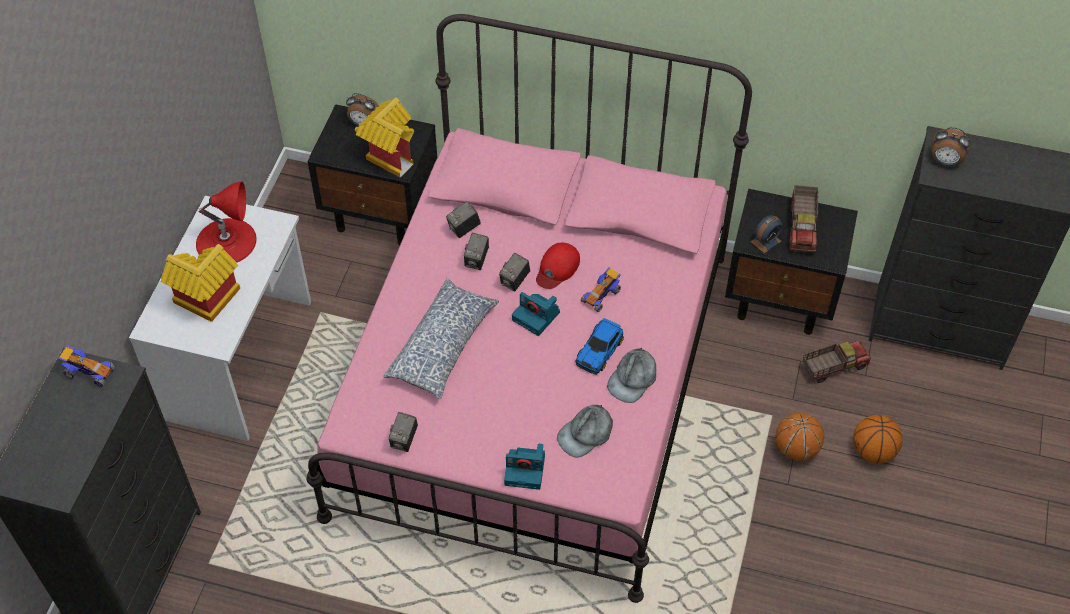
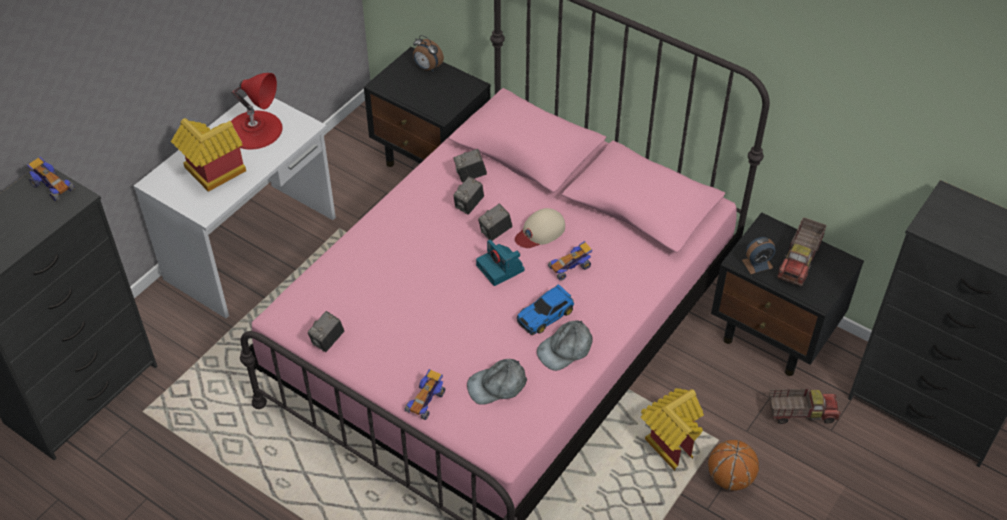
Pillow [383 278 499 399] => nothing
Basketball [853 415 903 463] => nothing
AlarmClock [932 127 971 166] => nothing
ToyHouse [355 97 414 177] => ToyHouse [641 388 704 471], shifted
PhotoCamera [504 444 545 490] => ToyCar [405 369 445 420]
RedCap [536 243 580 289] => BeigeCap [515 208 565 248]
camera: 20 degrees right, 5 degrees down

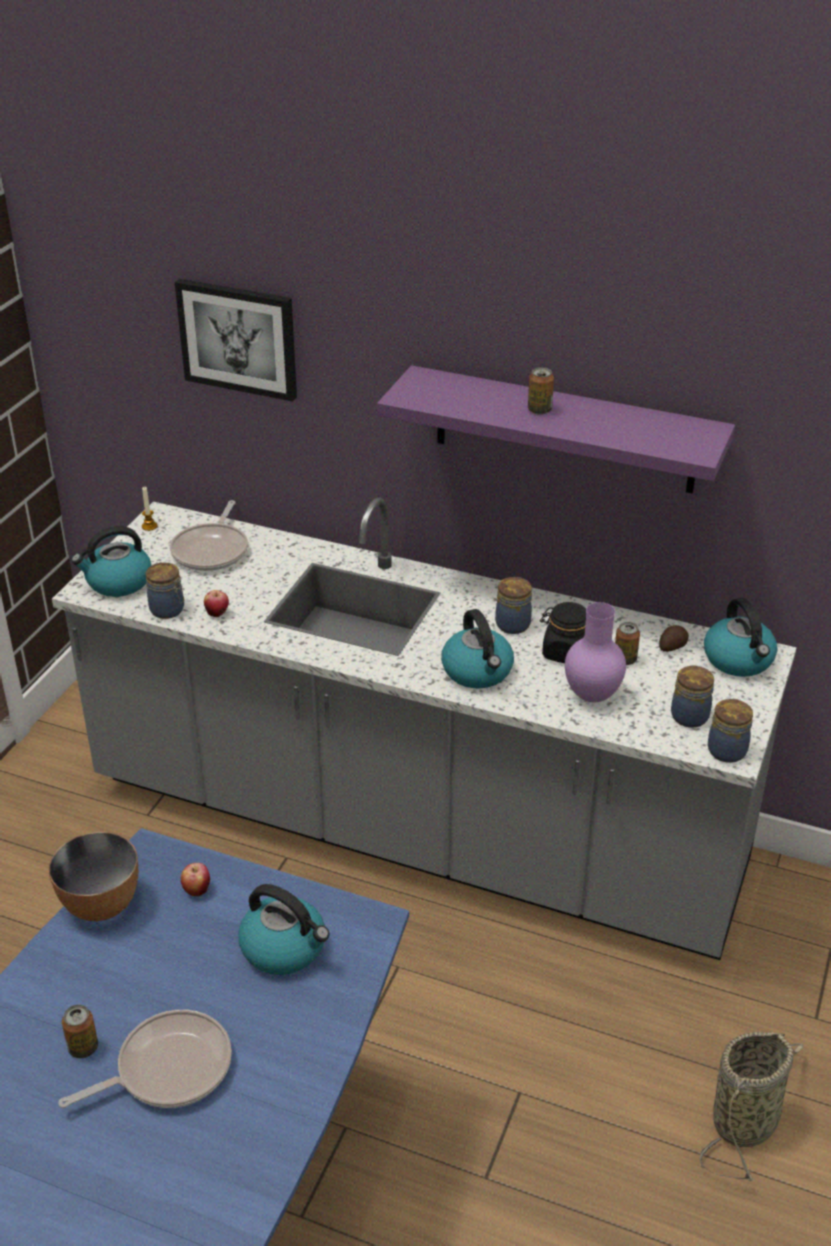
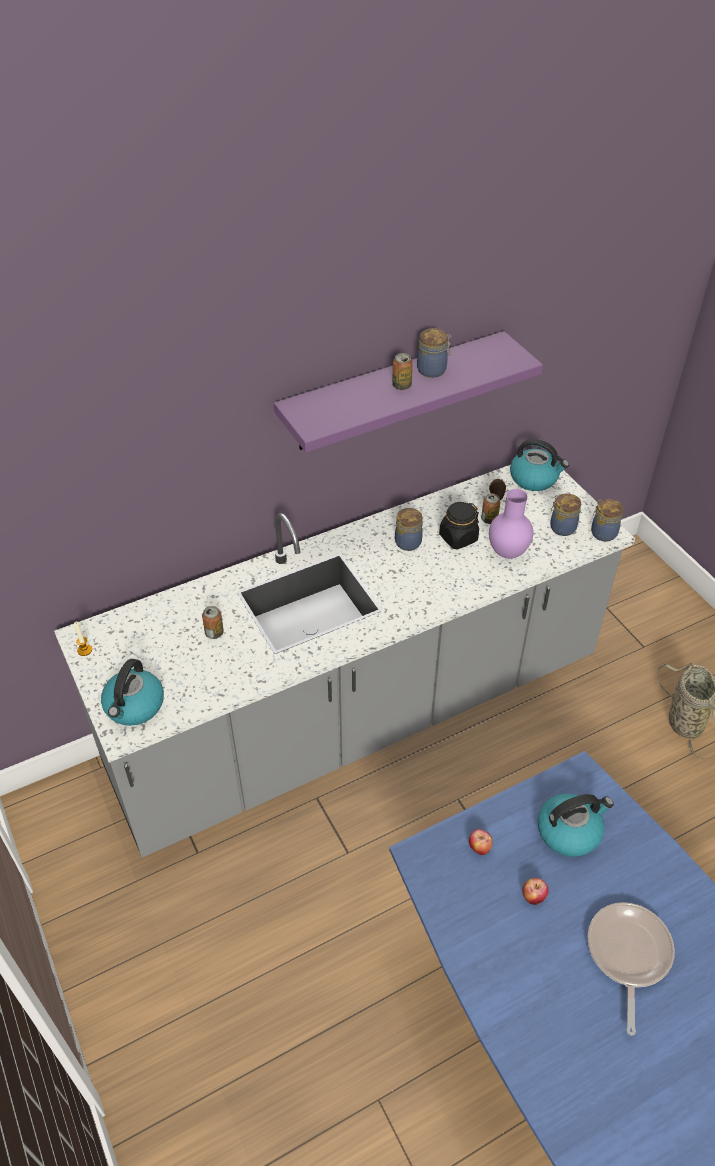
Bowl [49 832 138 921] => nothing
FryingPan [170 500 248 571] => nothing
Picture [175 279 297 402] => nothing
Kettle [441 609 514 688] => nothing
Can [62 1005 98 1058] => Can [202 606 224 639], shifted
Jar [146 562 184 619] => Jar [417 328 451 378], shifted
Apple [204 590 229 617] => Apple [522 878 548 905], shifted
camera: 50 degrees left, 10 degrees up

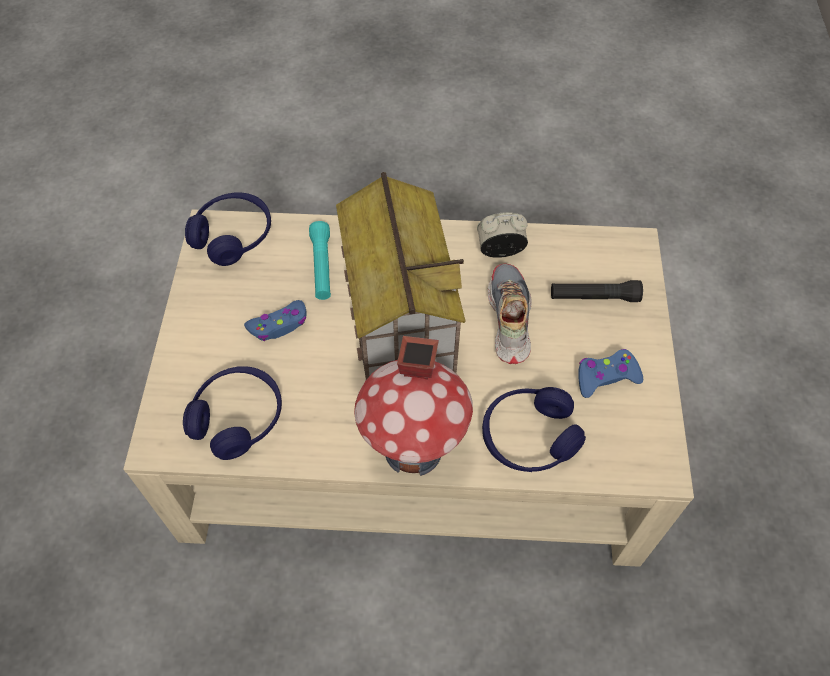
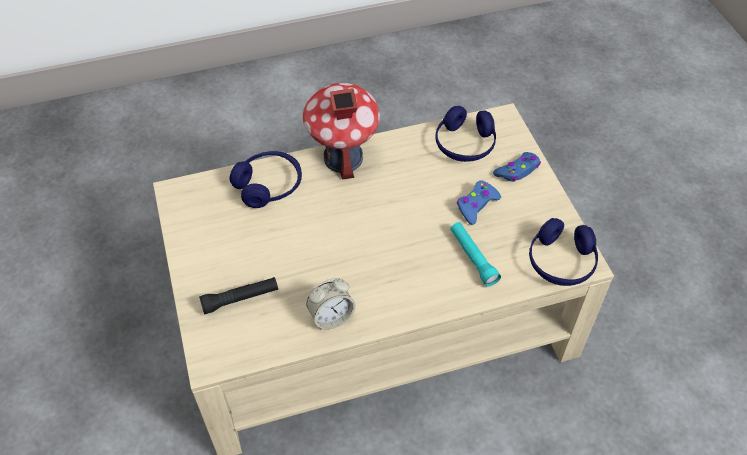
ToyHouse [336 172 466 380] => nothing
Shoe [488 264 532 364] => nothing
BlueGameController [578 349 643 398] => BlueGameController [493 152 541 182], shifted
camera: 160 degrees right, 5 degrees down

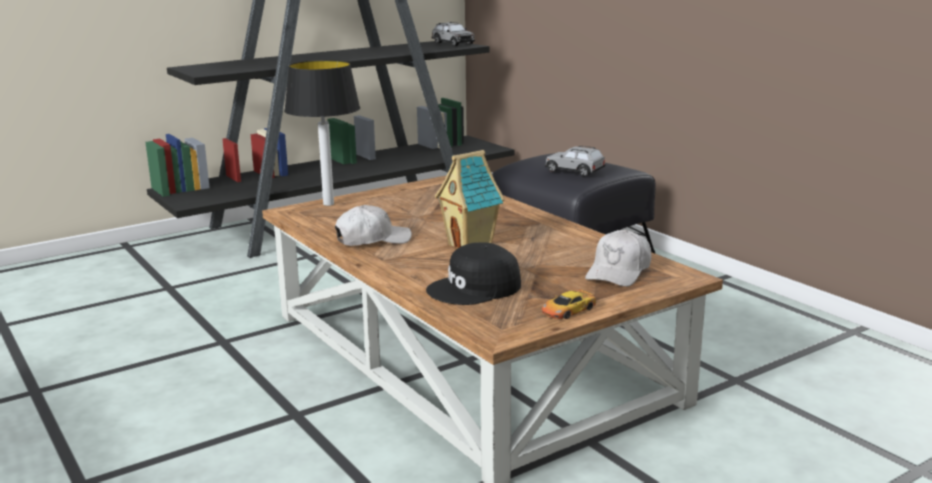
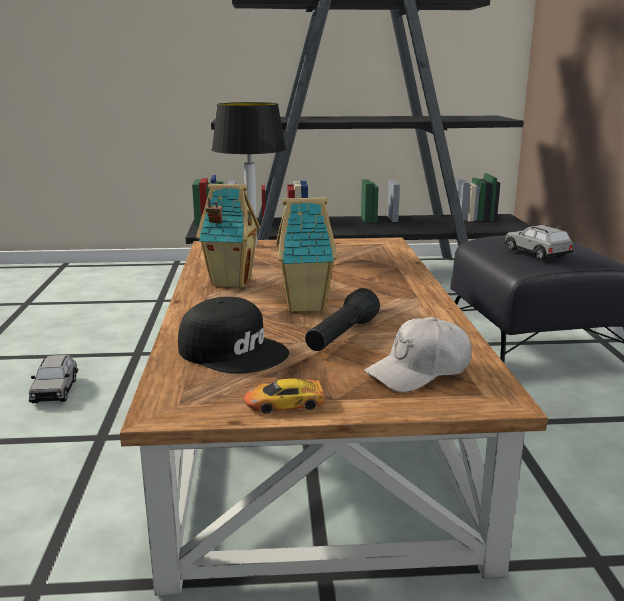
nothing => BlackFlashlight [305 288 380 351]
GreyToyCar [431 22 475 46] => GreyToyCar [29 355 78 403], shifted
WhiteCap [335 205 412 246] => ToyHouse [196 184 260 288]
BlackCap [426 242 521 305] => BlackCap [178 297 289 374], 150 degrees counterclockwise
camera: 30 degrees right, 0 degrees up

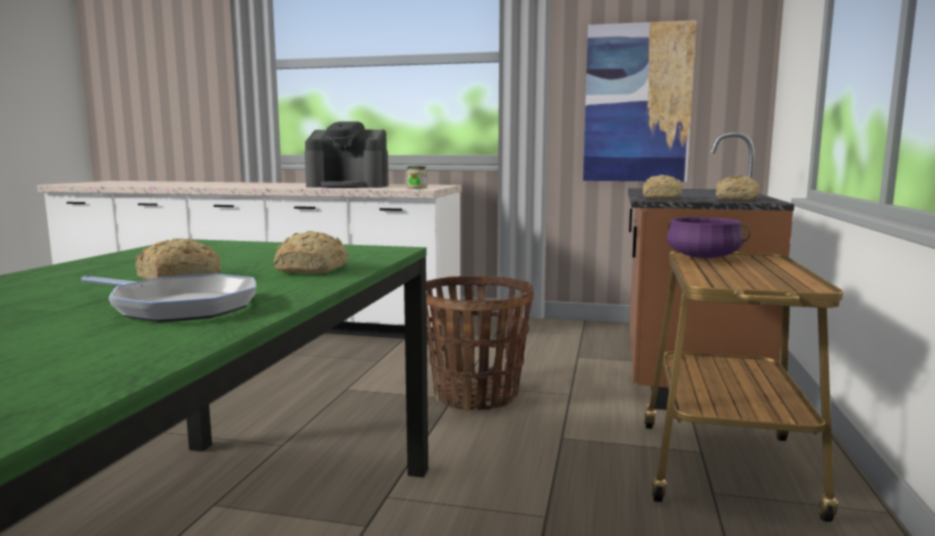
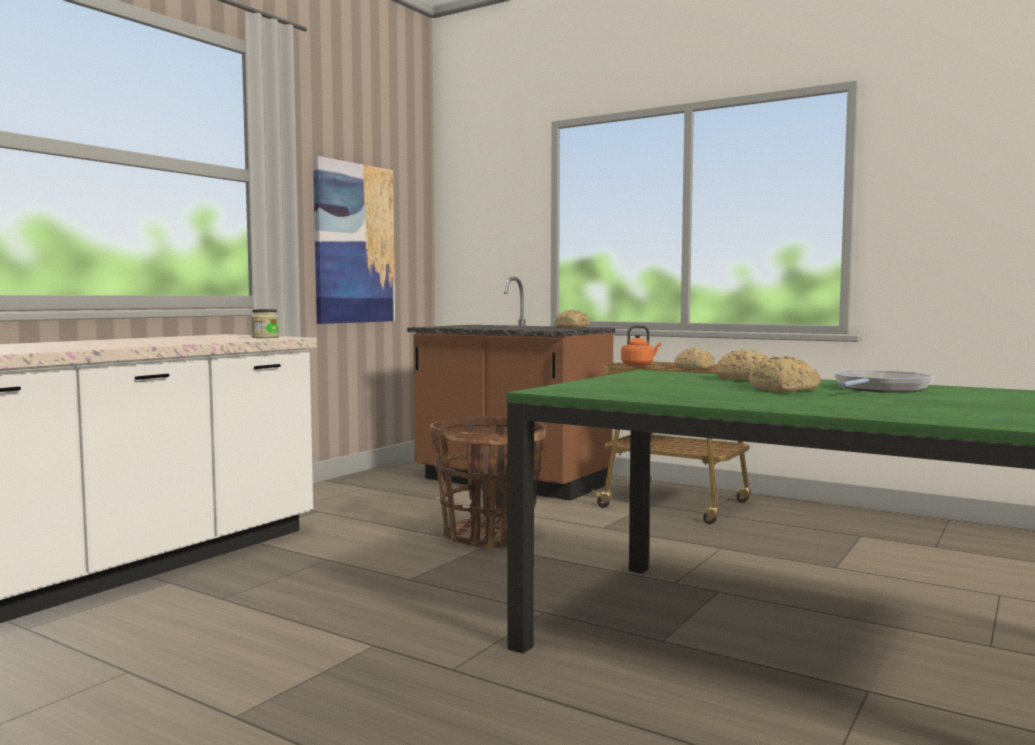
CoffeeMachine [305 121 389 188] => nothing
Bread [643 175 682 200] => Bread [675 348 715 369], shifted
PurpleCookingPot [667 217 750 258] => OrangeKettle [621 325 661 366]
camera: 70 degrees left, 5 degrees down

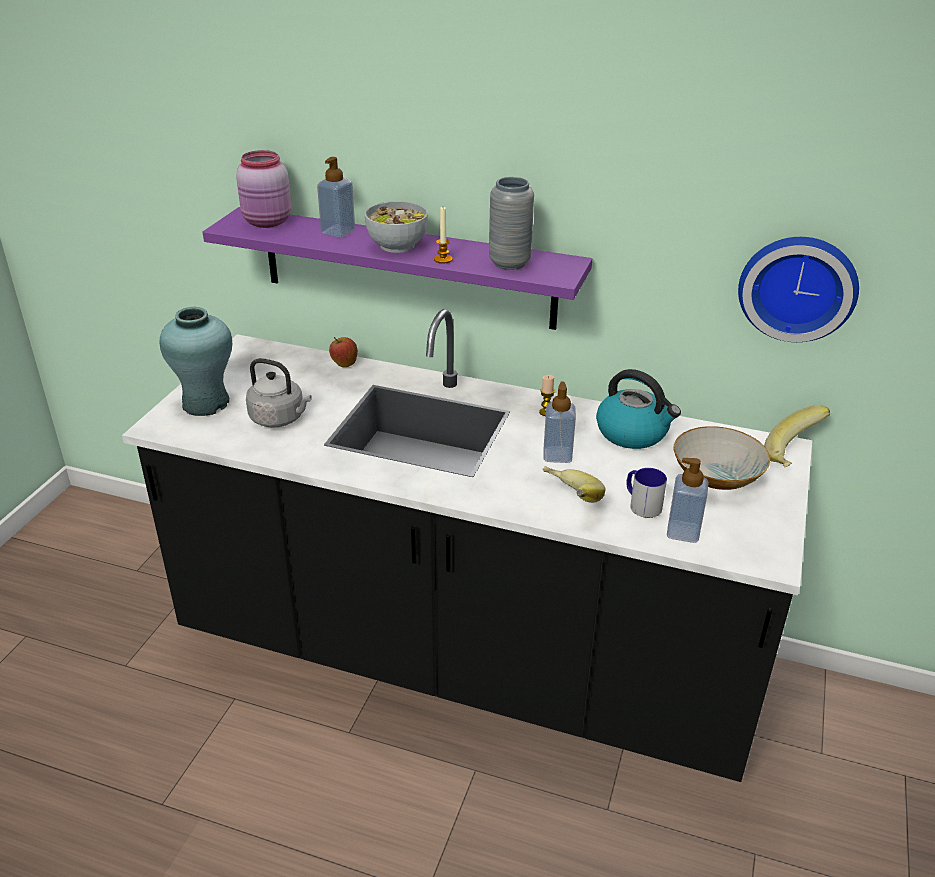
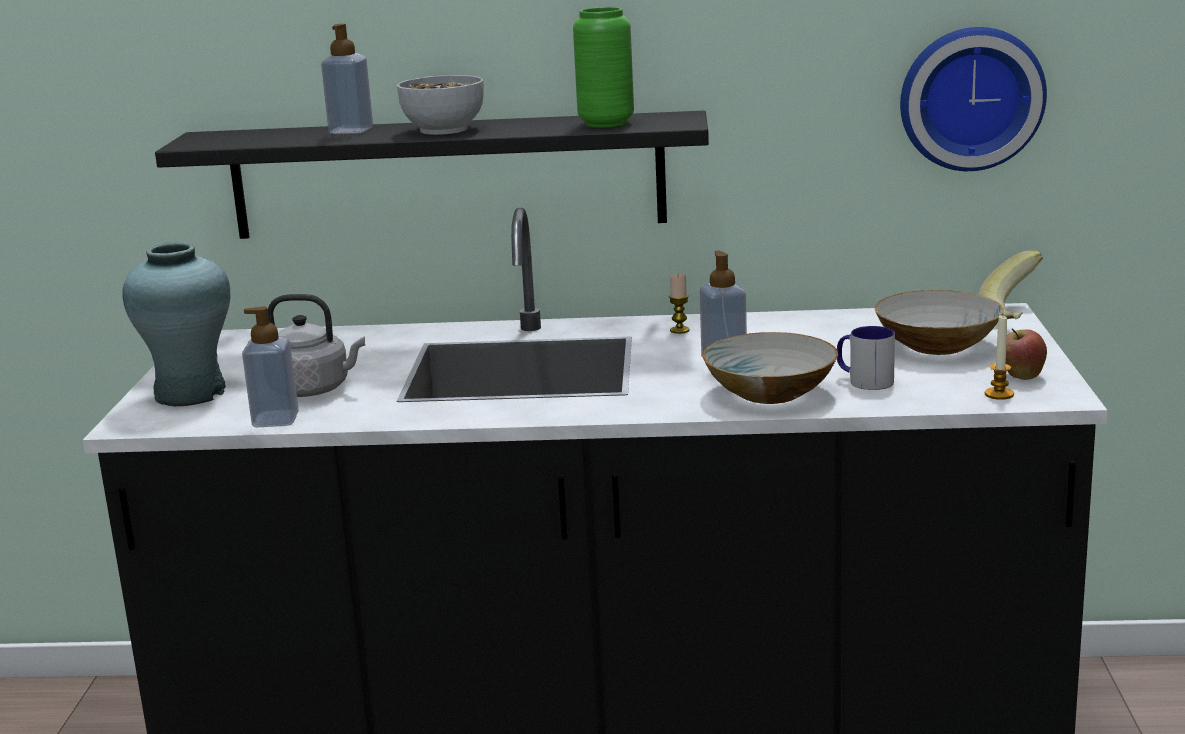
PinkJar [236 150 291 228] => nothing
Kettle [596 369 681 449] => nothing
Apple [329 337 358 367] => Apple [1006 328 1047 380], shifted
Candle [434 207 453 264] => Candle [985 315 1014 400], shifted
SoapDispenser [667 458 709 543] => SoapDispenser [242 307 299 427], shifted
Banana [543 466 605 503] => Bowl [702 332 838 404]
PurpleShelf [202 207 592 330] => BlackShelf [155 111 709 239]
GreyVase [489 177 534 270] => GreenVase [573 7 634 128]
camera: 15 degrees left, 15 degrees down

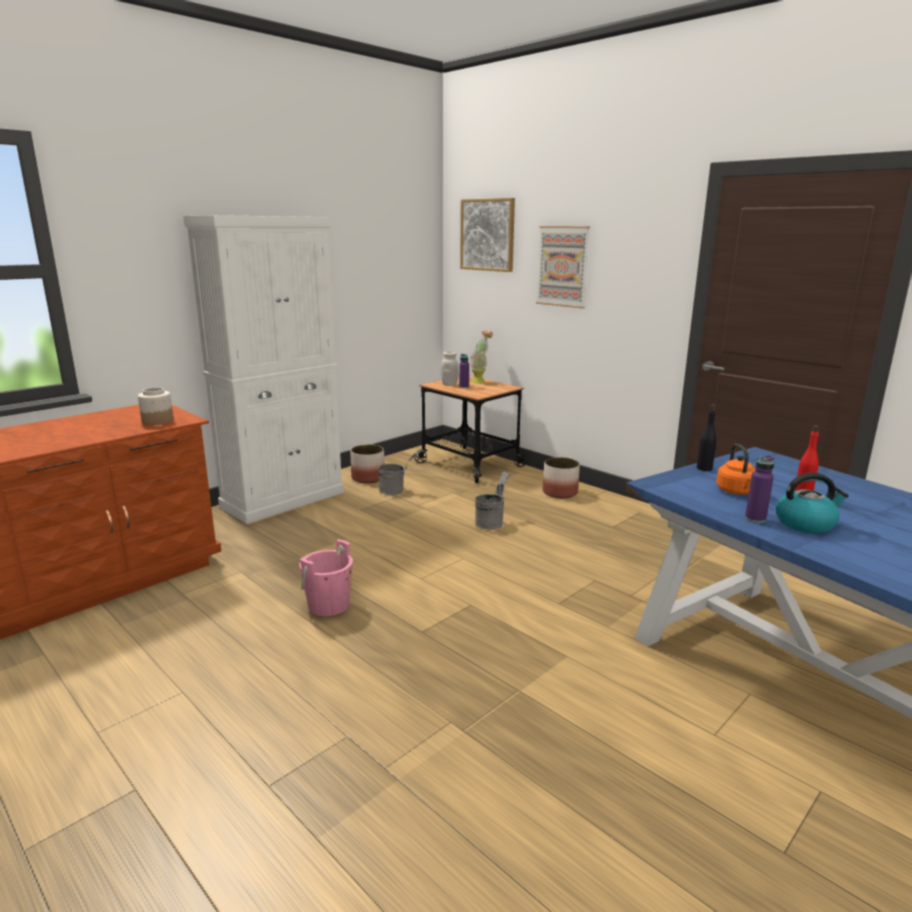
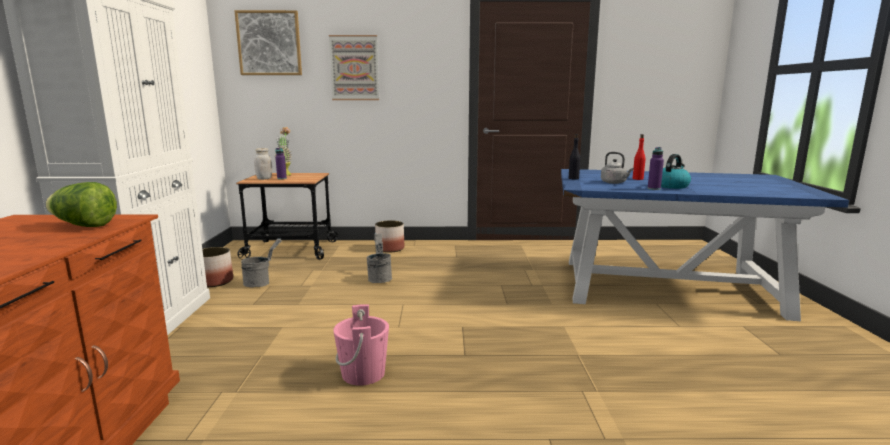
Jar [138 387 174 425] => Lettuce [46 182 117 227]
OrangeKettle [716 444 755 495] => GreyKettle [601 152 634 184]
camera: 45 degrees left, 5 degrees down

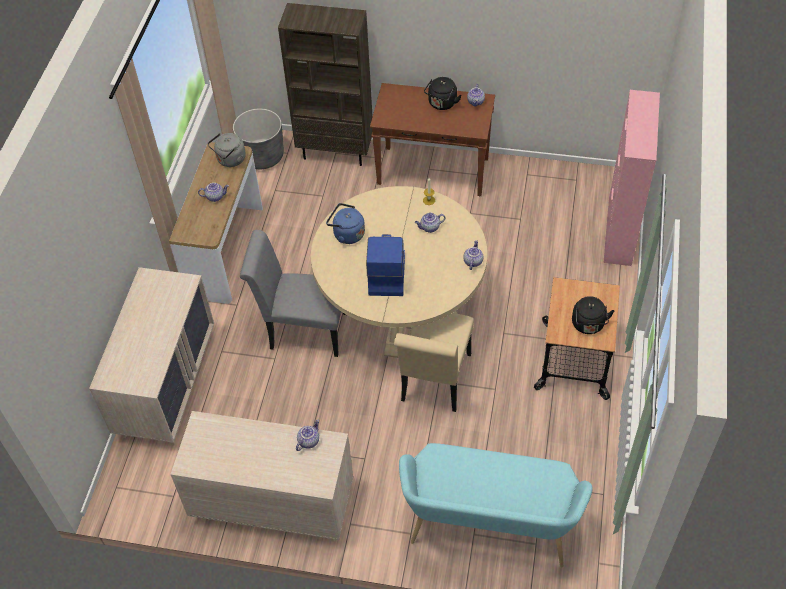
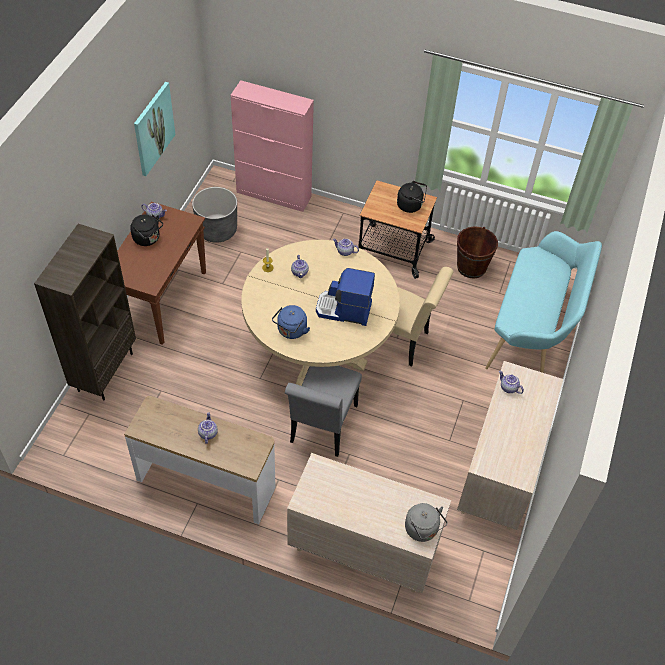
nothing => Picture [134 82 176 176]
nothing => BrownBucket [457 226 498 278]
GreyKettle [207 133 246 167] => GreyKettle [405 503 447 542], shifted
GreyPlanter [233 108 284 169] => GreyPlanter [192 187 237 243], shifted
camera: 85 degrees left, 0 degrees up

